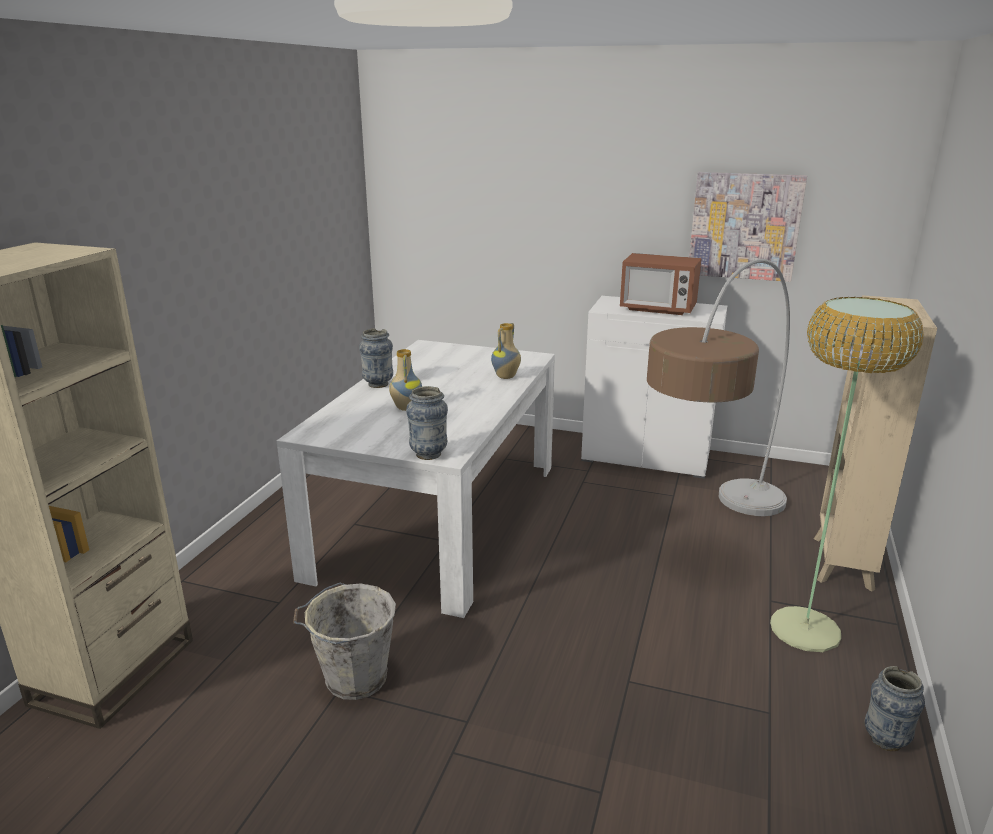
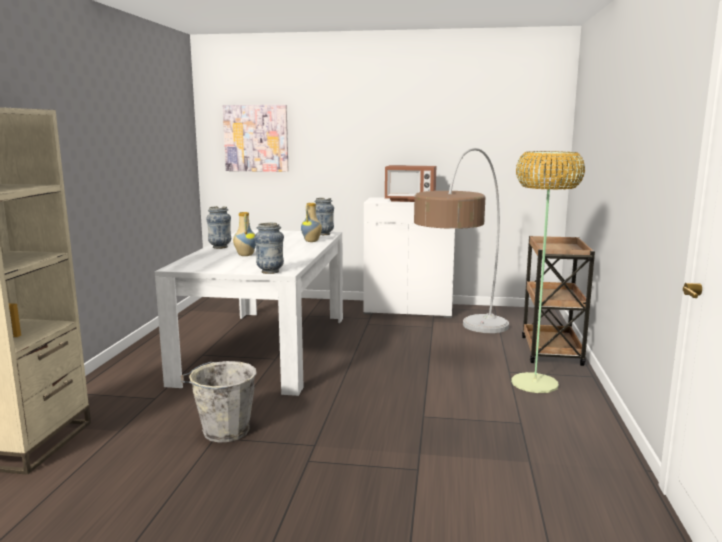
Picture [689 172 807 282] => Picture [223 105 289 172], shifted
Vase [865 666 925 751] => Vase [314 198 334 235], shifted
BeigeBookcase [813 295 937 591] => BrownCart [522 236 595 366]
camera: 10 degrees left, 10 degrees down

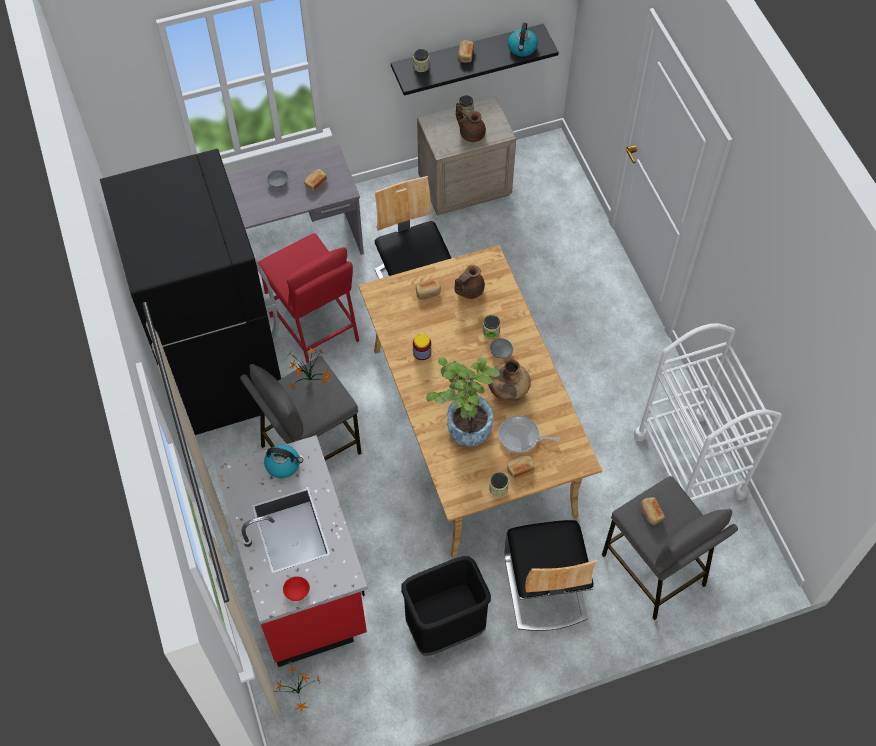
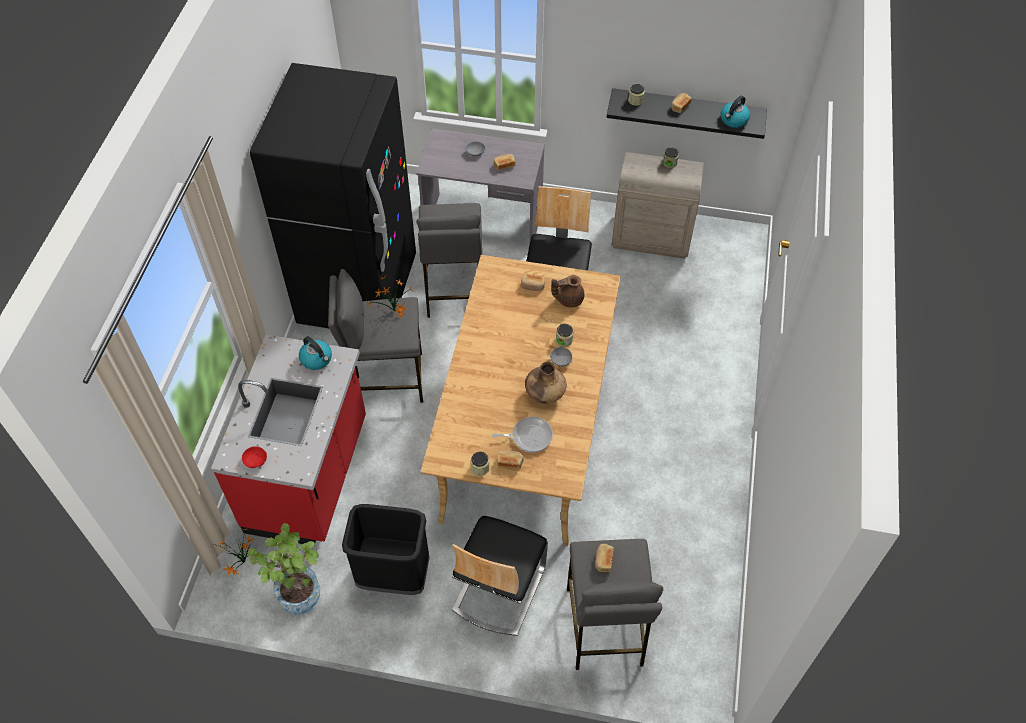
Jar [413 334 431 360] => nothing
BrownTeapot [456 103 486 142] => nothing
WhiteCart [634 323 782 501] => nothing
PottedPlant [426 357 500 447] => PottedPlant [247 523 320 615], shifted
RedStool [258 233 359 363] => GreyStool [416 203 482 318]
FryingPan [498 415 560 453] => FryingPan [492 417 553 453], 135 degrees clockwise
camera: 30 degrees right, 5 degrees down

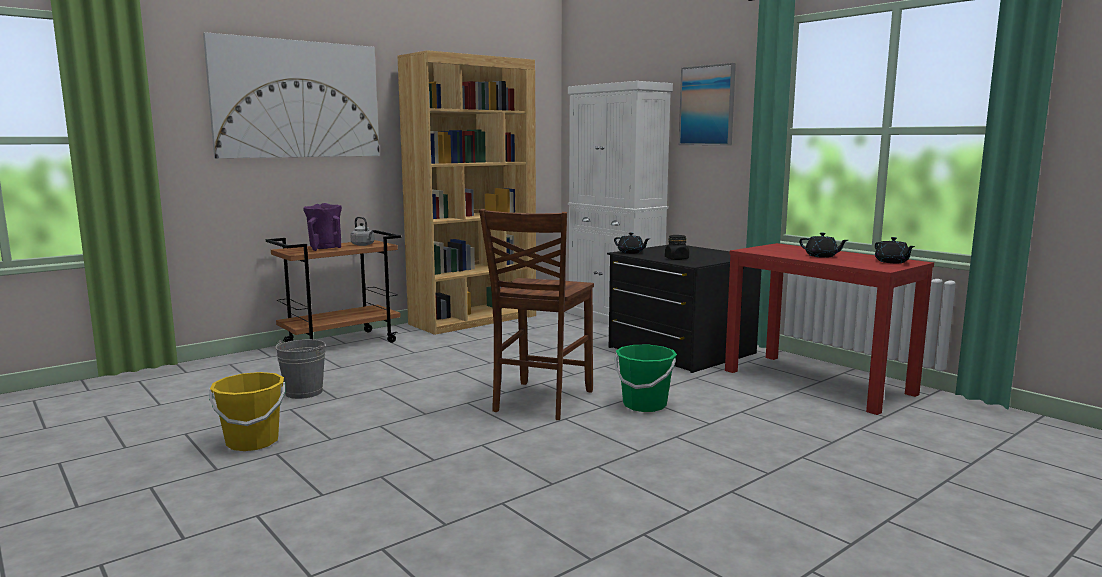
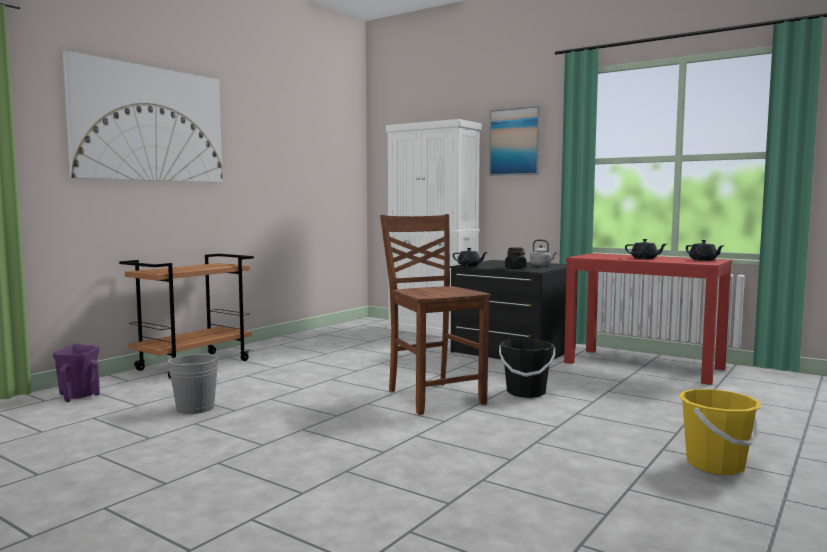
BrownBookcase [397 50 536 335] => nothing
YellowBucket [209 372 285 451] => YellowBucket [679 389 761 475], shifted
PurpleVase [303 203 342 251] => PurpleVase [53 344 100 402], shifted
GreyKettle [350 217 374 246] => GreyKettle [530 239 557 266], shifted
GreenBucket [614 345 677 412] => BlackBucket [499 339 555 398]
BrownChair [479 209 594 420] => BrownChair [380 214 490 415], 150 degrees clockwise
camera: 15 degrees left, 5 degrees down

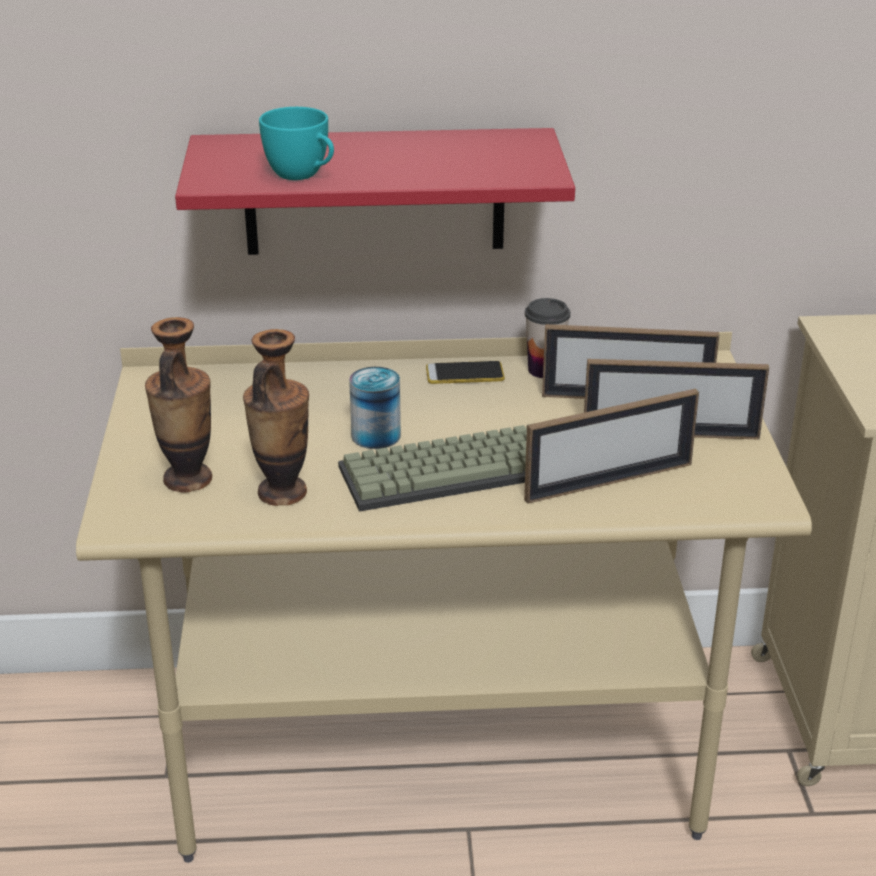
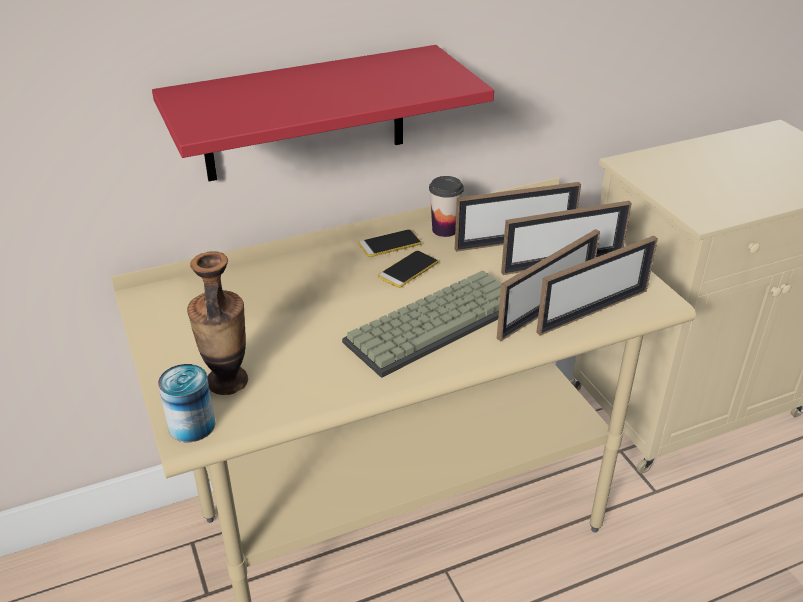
Vase [243 329 309 506] => nothing
TurquoiseCup [259 107 334 180] => nothing
nothing => Phone [378 251 438 288]
nothing => PictureFrame [536 236 658 336]
Can [349 367 401 449] => Can [158 364 215 442], shifted
camera: 20 degrees left, 5 degrees up

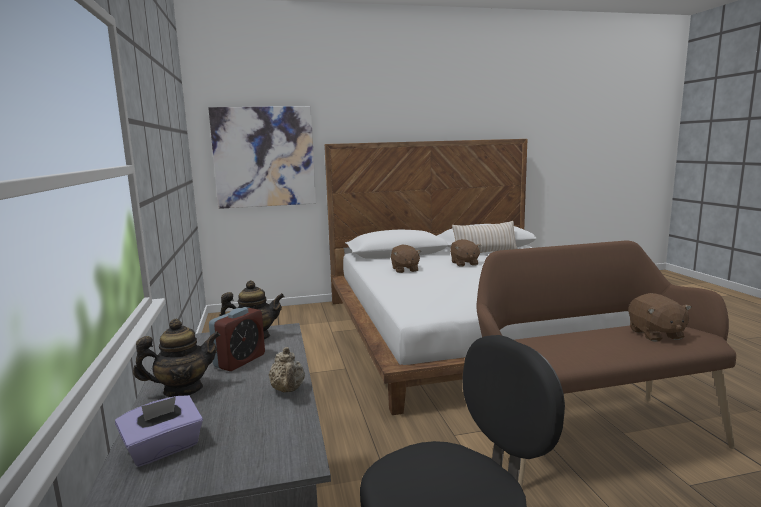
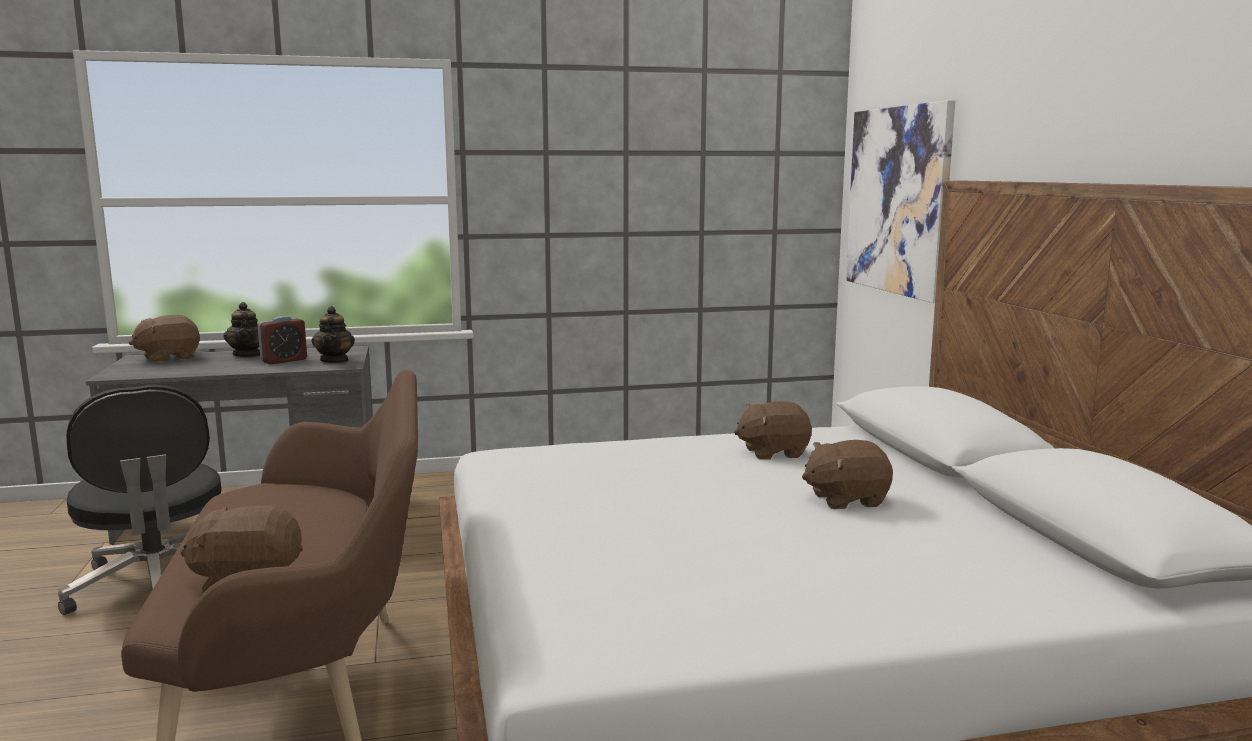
BeigeTeapot [269 347 305 393] => nothing
BeigePillow [452 221 518 253] => nothing
PurpleTissueBox [115 395 203 467] => BrownPlushToy [129 315 200 363]
AlarmClock [209 307 265 371] => AlarmClock [258 316 307 364], 75 degrees counterclockwise
camera: 90 degrees right, 0 degrees up

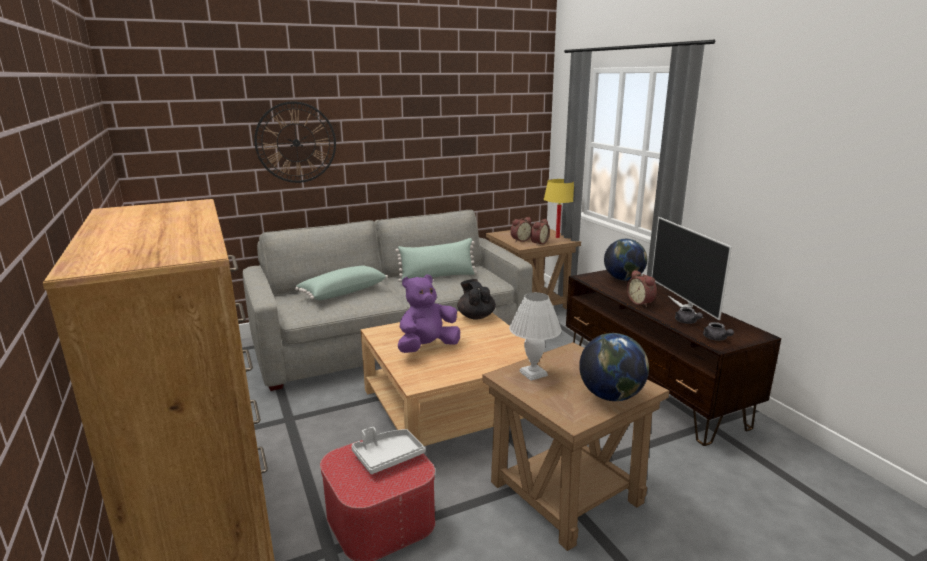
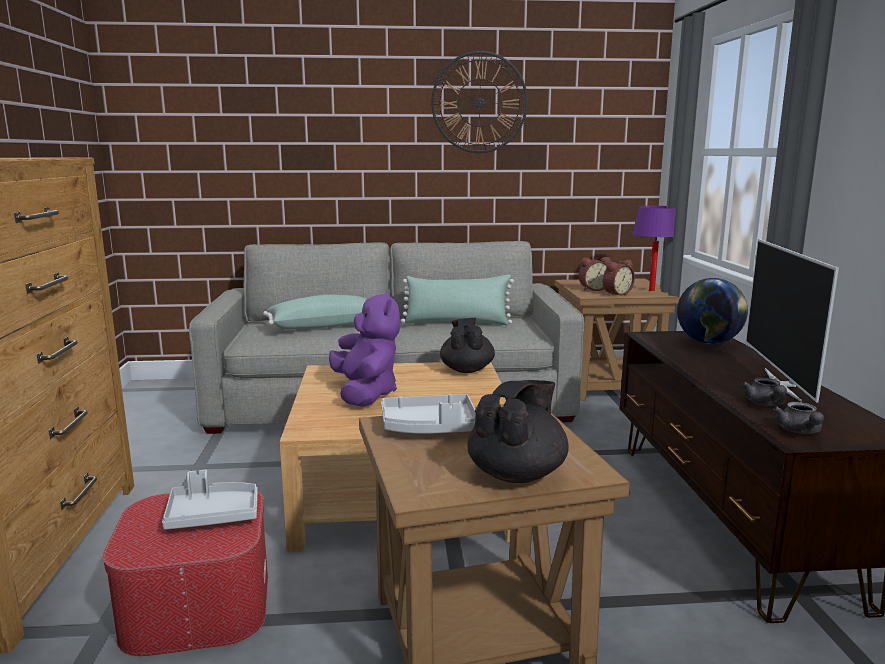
AlarmClock [627 270 657 307] => nothing
WallClock [254 101 336 183] => WallClock [431 51 528 153], shifted
WhiteTableLamp [509 292 562 381] => GreyTray [381 394 476 434]
Globe [579 333 649 401] => BlackTeapot [467 380 569 483]
YellowTableLamp [544 179 574 238] => PurpleTableLamp [632 206 676 291]
PurplePlushToy [398 274 460 353] => PurplePlushToy [329 290 400 407], 90 degrees clockwise
camera: 20 degrees right, 5 degrees down

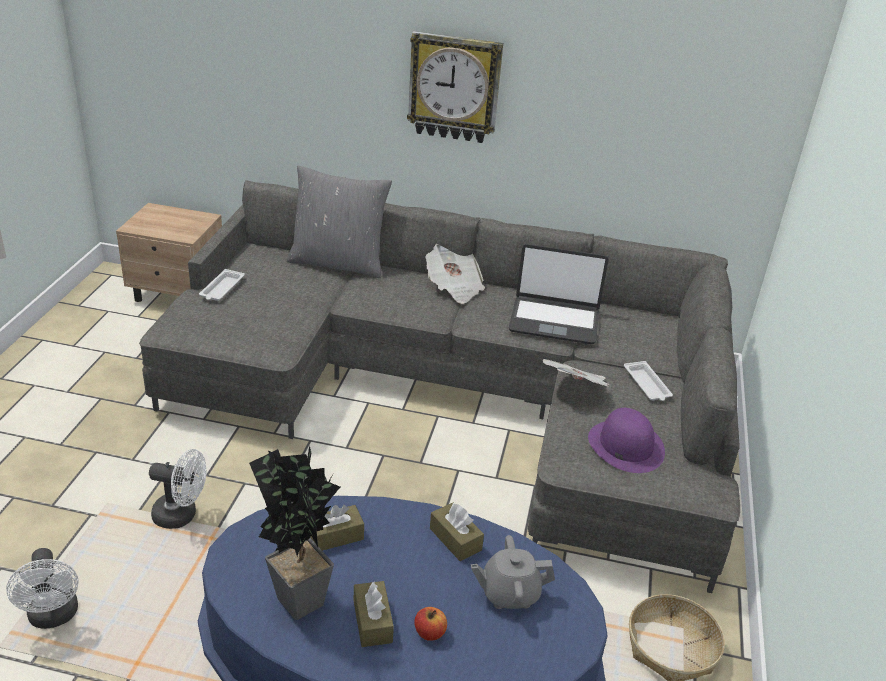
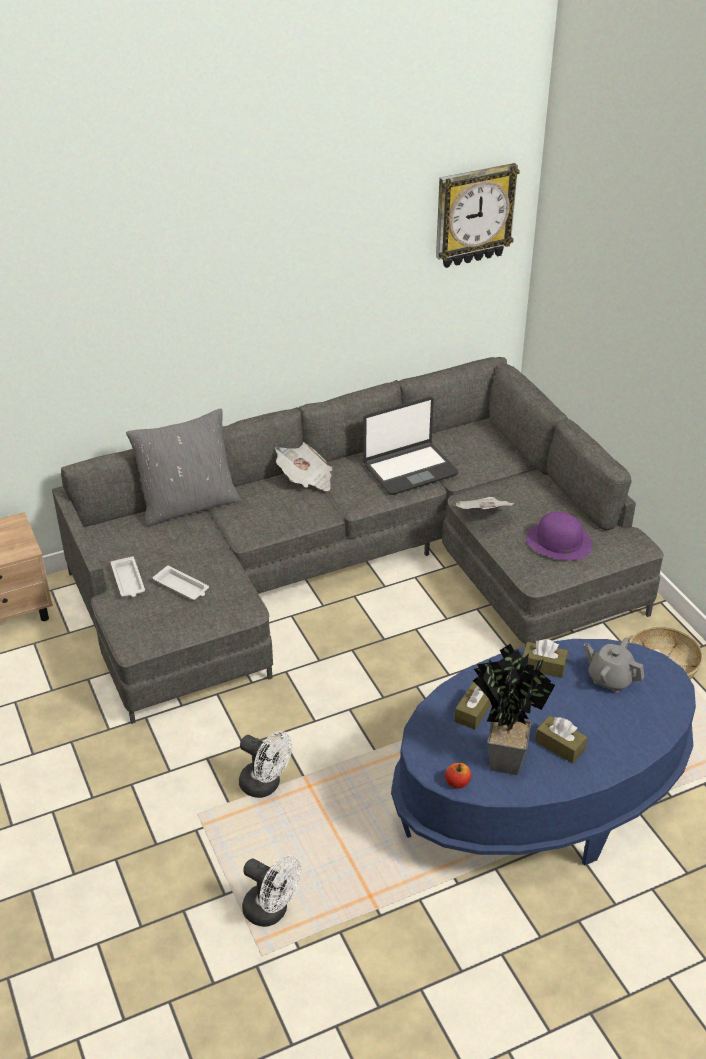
WallClock [407 31 503 143] => WallClock [436 163 520 268], shifted
Apple [414 607 447 641] => Apple [445 763 471 789], shifted
WhiteTray [624 361 673 401] => WhiteTray [153 565 209 600], shifted
WhiteFan [149 449 206 529] => WhiteFan [239 731 292 798], 60 degrees clockwise
GreyTeapot [471 535 555 609] => GreyTeapot [583 638 644 693], 75 degrees clockwise
camera: 35 degrees left, 5 degrees up

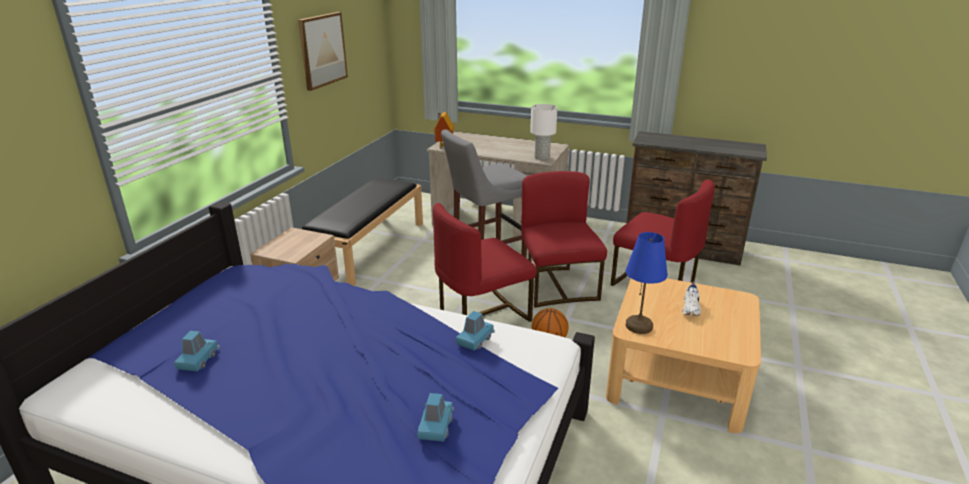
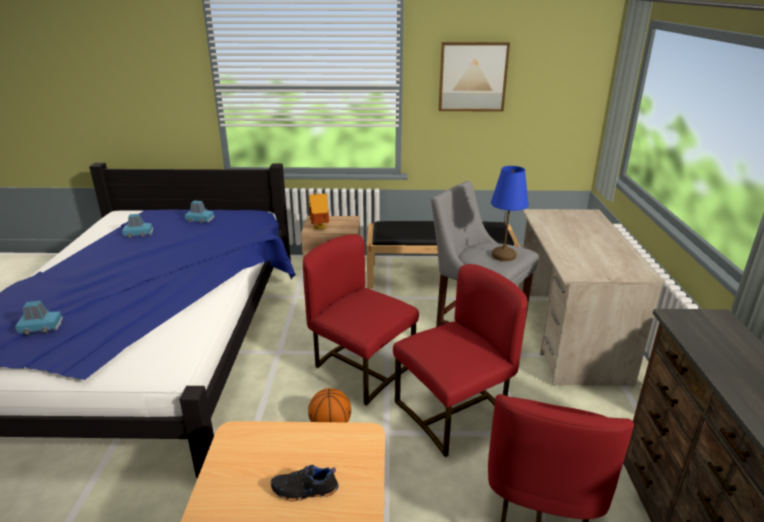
WhiteTableLamp [530 104 558 160] => nothing
ToyHouse [433 112 454 149] => ToyHouse [309 191 329 230], shifted
BlueToyCar [456 311 495 351] => BlueToyCar [185 201 215 223], shifted
BlueTableLamp [626 232 668 334] => BlueTableLamp [491 166 529 261], shifted
WhiteShoe [682 282 701 316] => BlackShoe [271 465 339 502]
camera: 70 degrees right, 0 degrees up

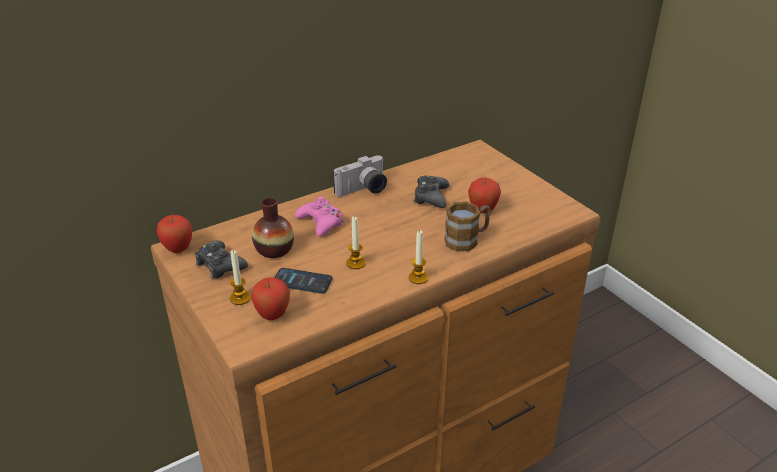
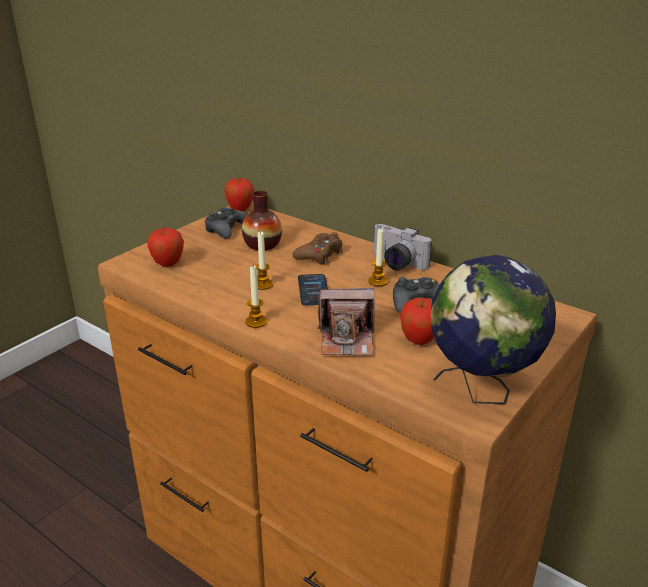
nothing => Globe [431 255 556 404]
Candle [230 250 251 305] => Candle [368 229 388 286], shifted
Phone [274 268 332 294] => Phone [298 274 328 306], shifted
Mug [444 201 491 251] => PhotoCamera [318 288 375 356]
PinkGameController [295 196 343 237] => BrownGameController [292 232 343 265]
camera: 70 degrees right, 5 degrees down

